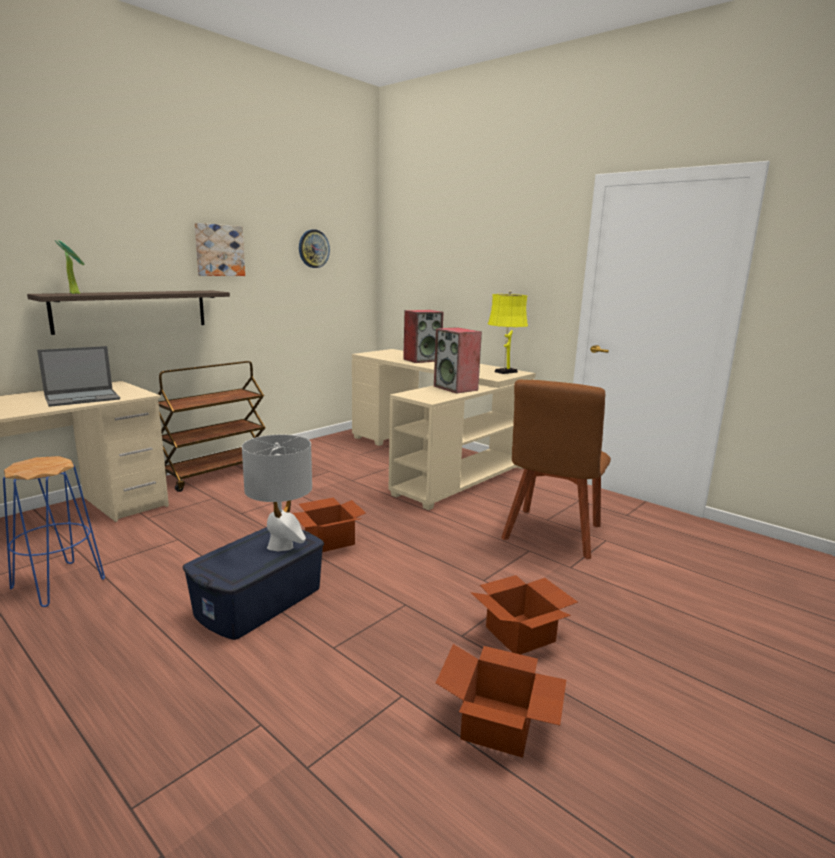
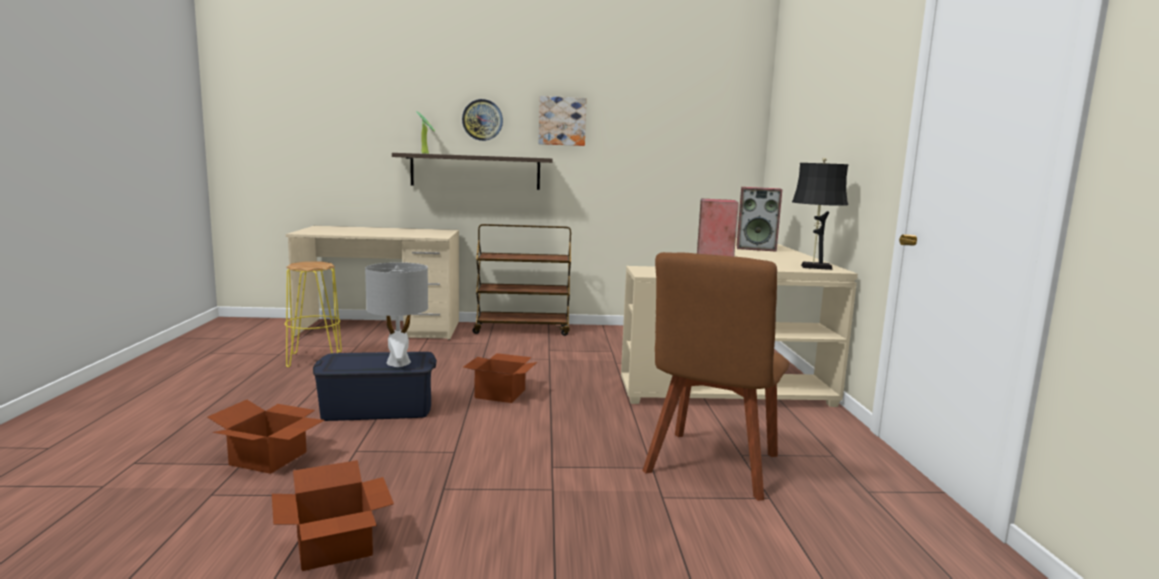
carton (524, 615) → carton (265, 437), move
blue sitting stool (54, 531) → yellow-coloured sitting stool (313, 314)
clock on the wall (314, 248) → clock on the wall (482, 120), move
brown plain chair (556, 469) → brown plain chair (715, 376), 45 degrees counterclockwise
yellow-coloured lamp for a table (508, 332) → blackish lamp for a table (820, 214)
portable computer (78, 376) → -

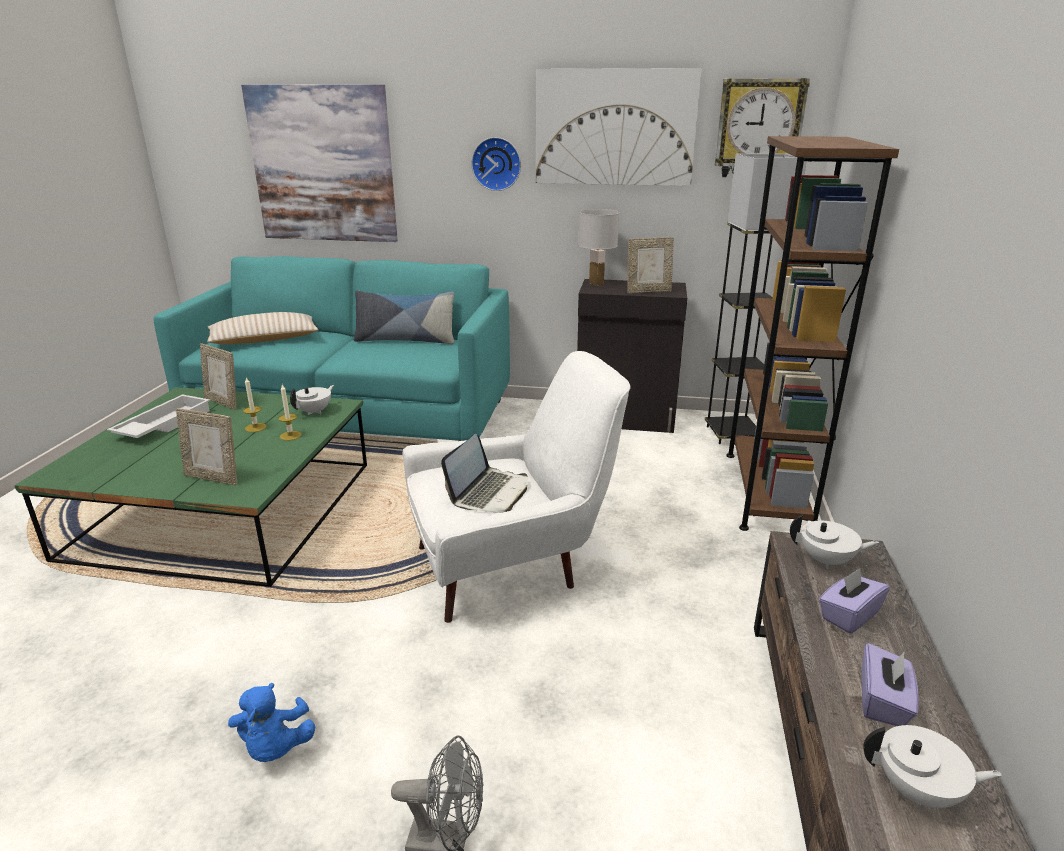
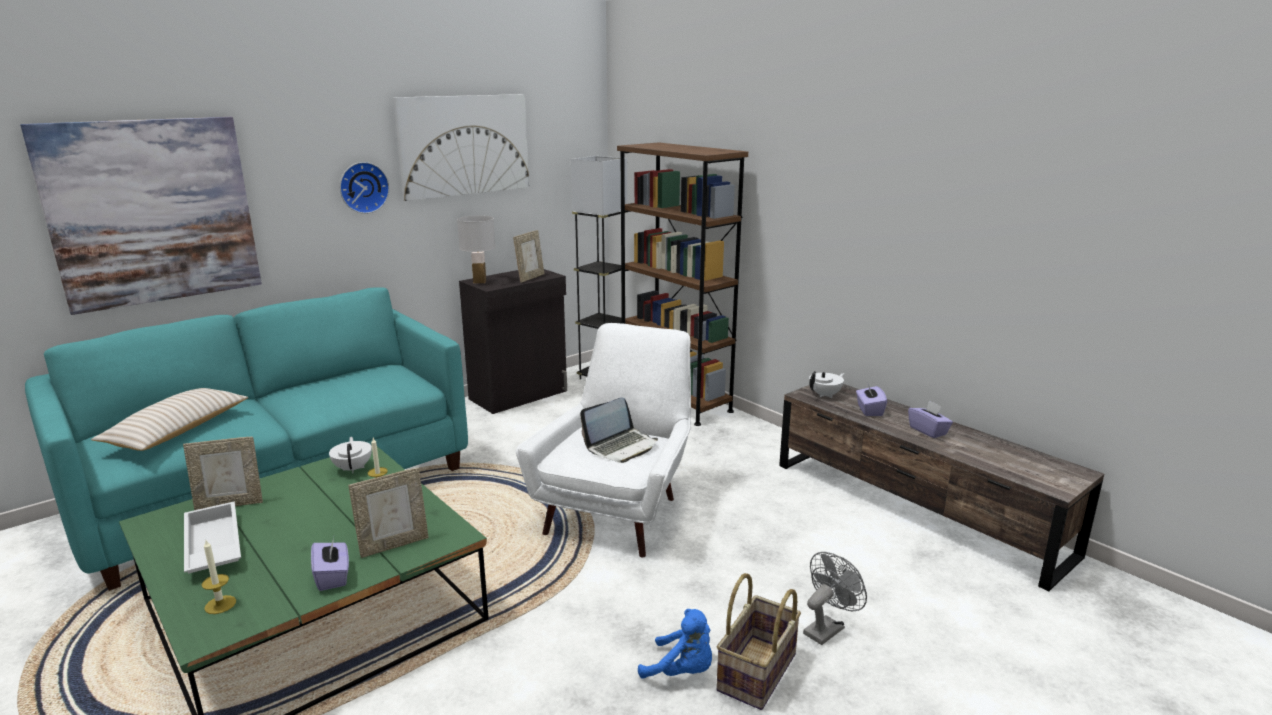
wax light (254, 404) → wax light (218, 577), move
- → purplish box of tissues (330, 564)
portable computer (484, 473) → portable computer (619, 430), 75 degrees clockwise
- → basket (758, 641)
pillow (403, 317) → -
clock on the wall (762, 127) → -
white-coloured teapot (932, 767) → -

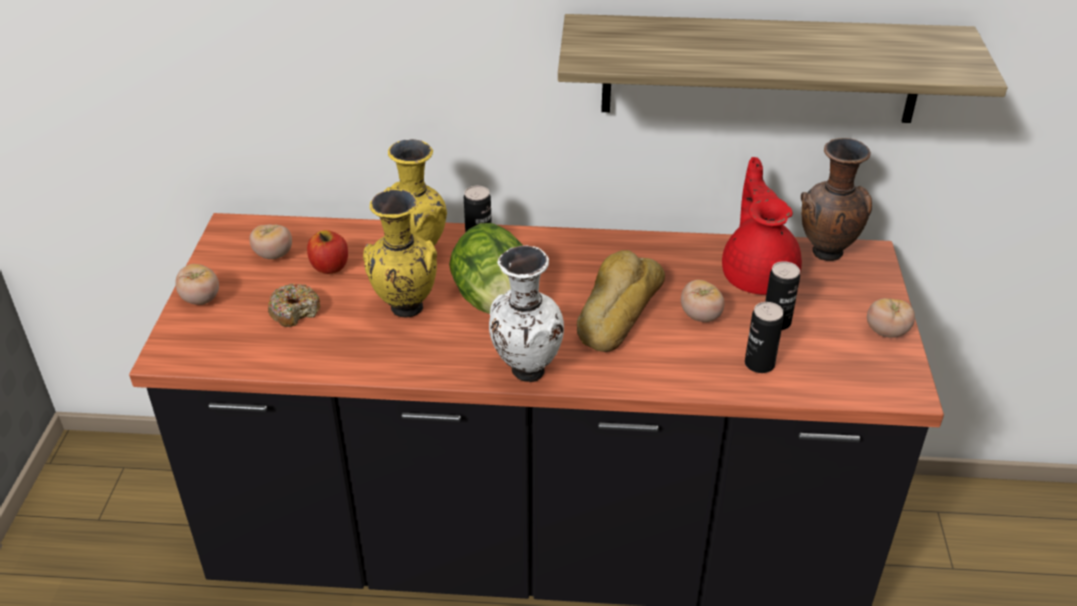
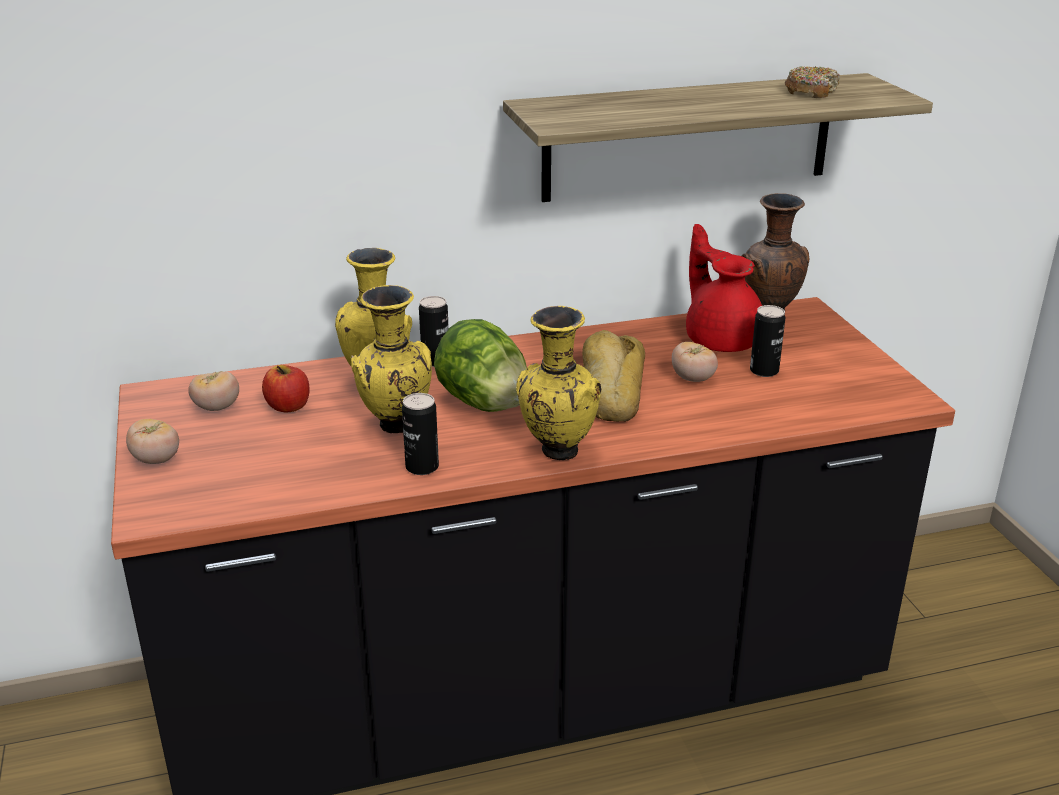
metal can (764, 337) → metal can (420, 434), move
white-coloured flower vase (526, 314) → yellow-coloured flower vase (558, 383)
donut (294, 305) → donut (812, 82), move
tomato (891, 318) → -

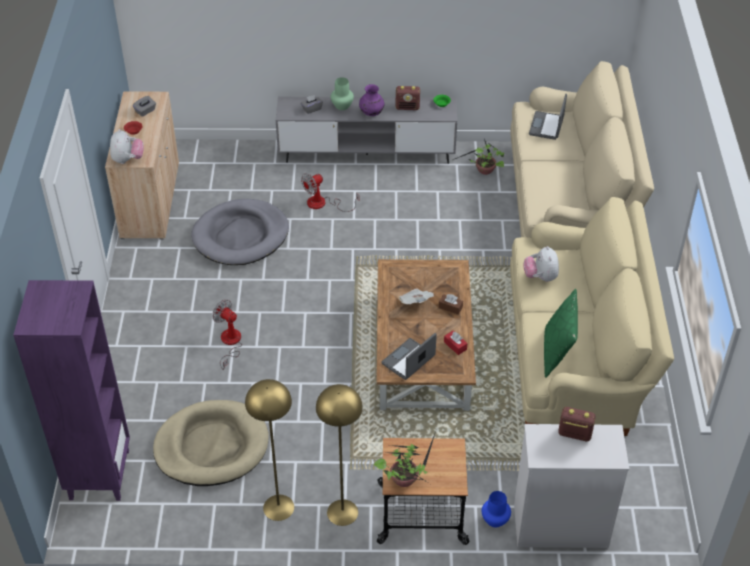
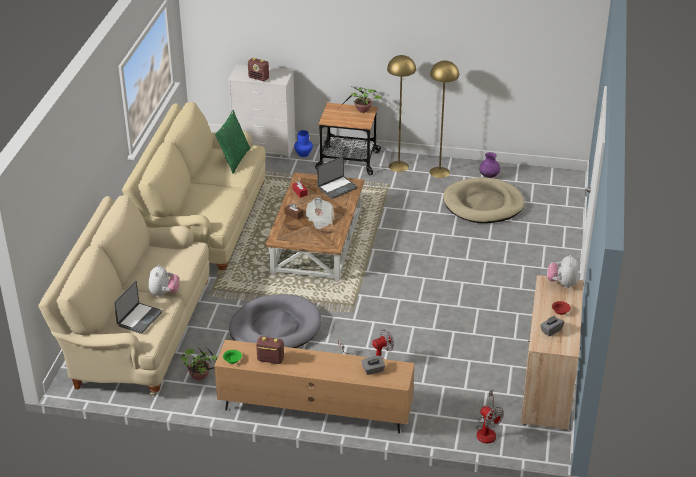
plush toy (541, 264) → plush toy (164, 280), move
grey tv unit (366, 130) → brown tv unit (314, 386)
grey dog cushion (240, 232) → grey dog cushion (275, 321), move
cooling fan (227, 335) → cooling fan (490, 416), move
purplish flower vase (372, 100) → purplish flower vase (489, 165), move
purplish bookcase (71, 390) → -
green flower vase (342, 93) → -

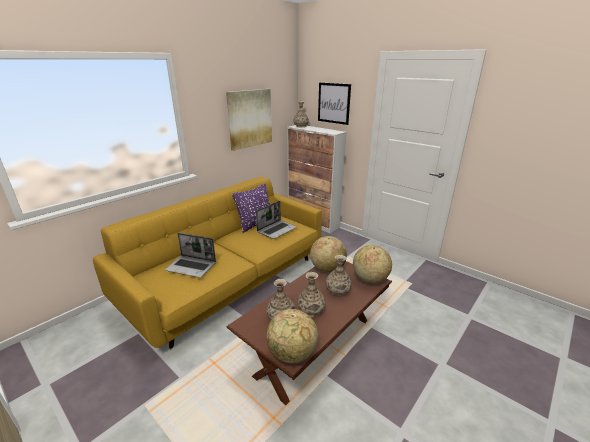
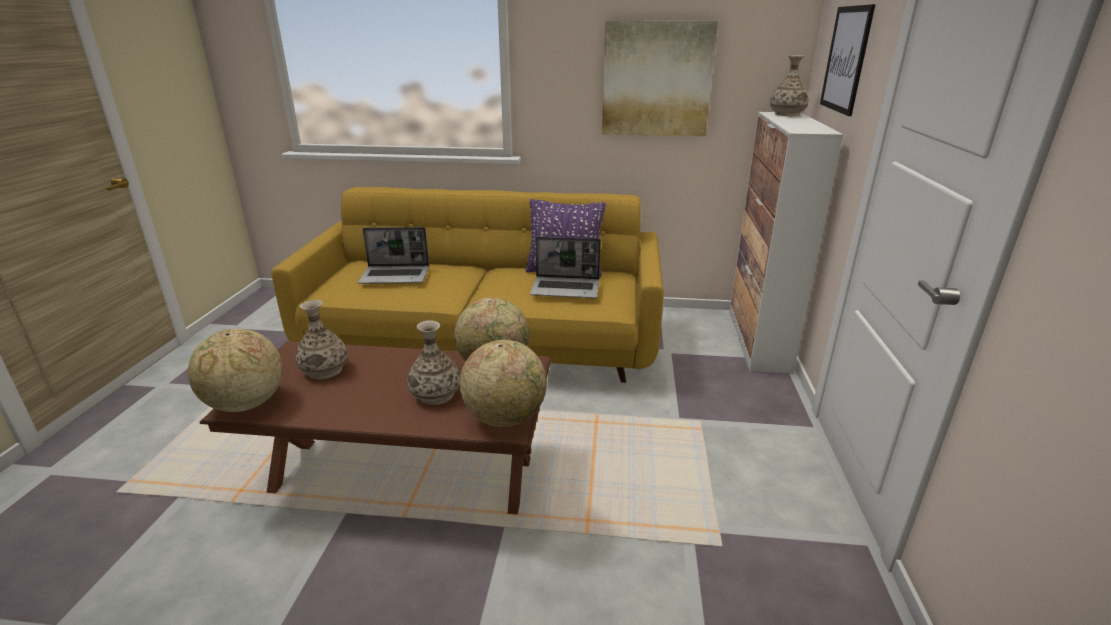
portable computer (190, 255) → portable computer (393, 255), 75 degrees counterclockwise
flower vase (311, 294) → -

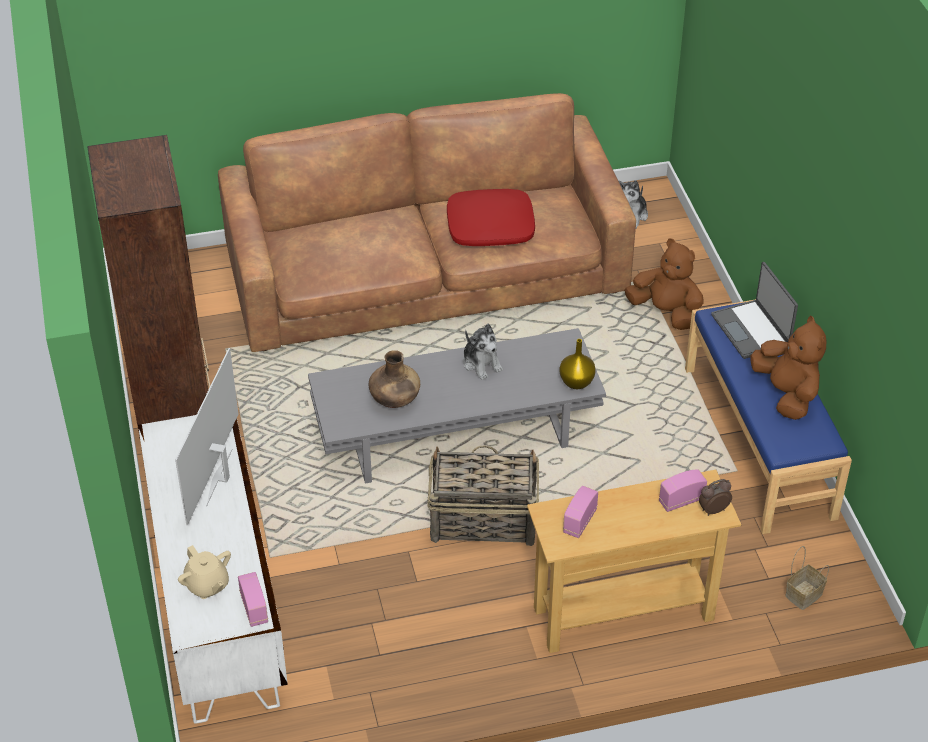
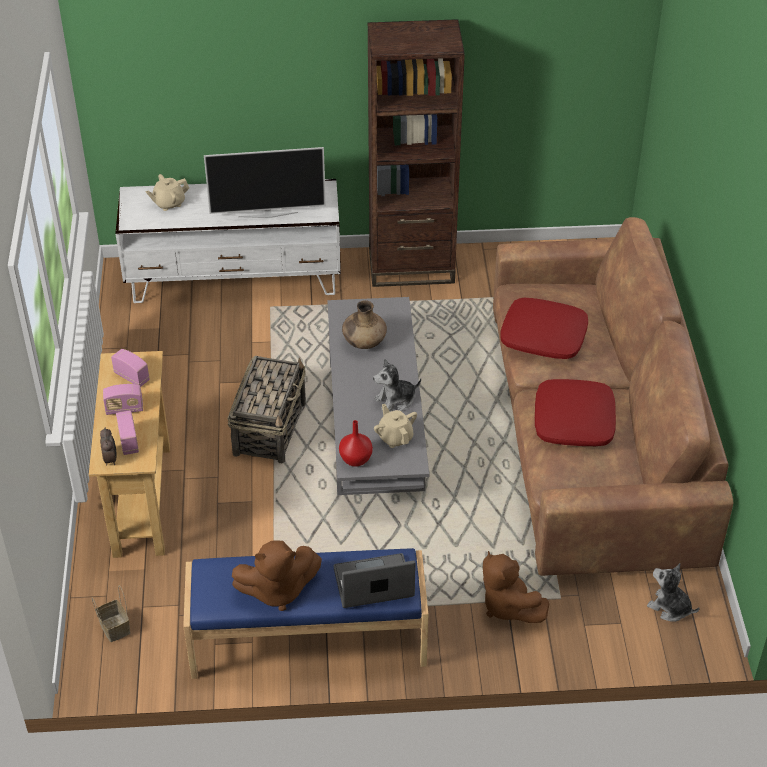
radio receiver (253, 599) → radio receiver (123, 399), move
TV set (206, 436) → TV set (265, 182), 150 degrees clockwise
yellow-coloured flower vase (578, 364) → red-coloured flower vase (356, 443)
- → beige-coloured teapot (395, 426)
brown plush toy (664, 284) → brown plush toy (516, 587), 105 degrees clockwise
- → red-coloured pillow (544, 328)

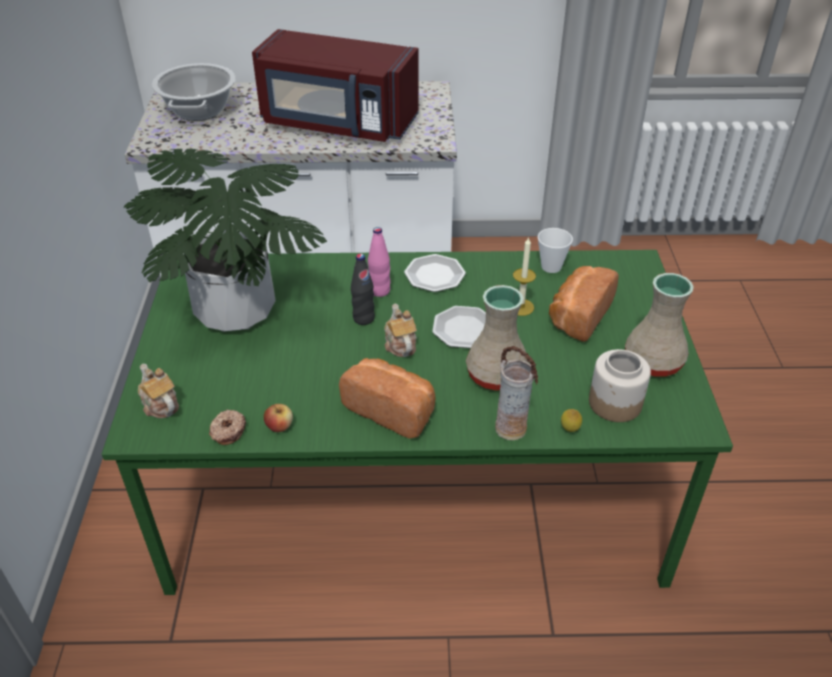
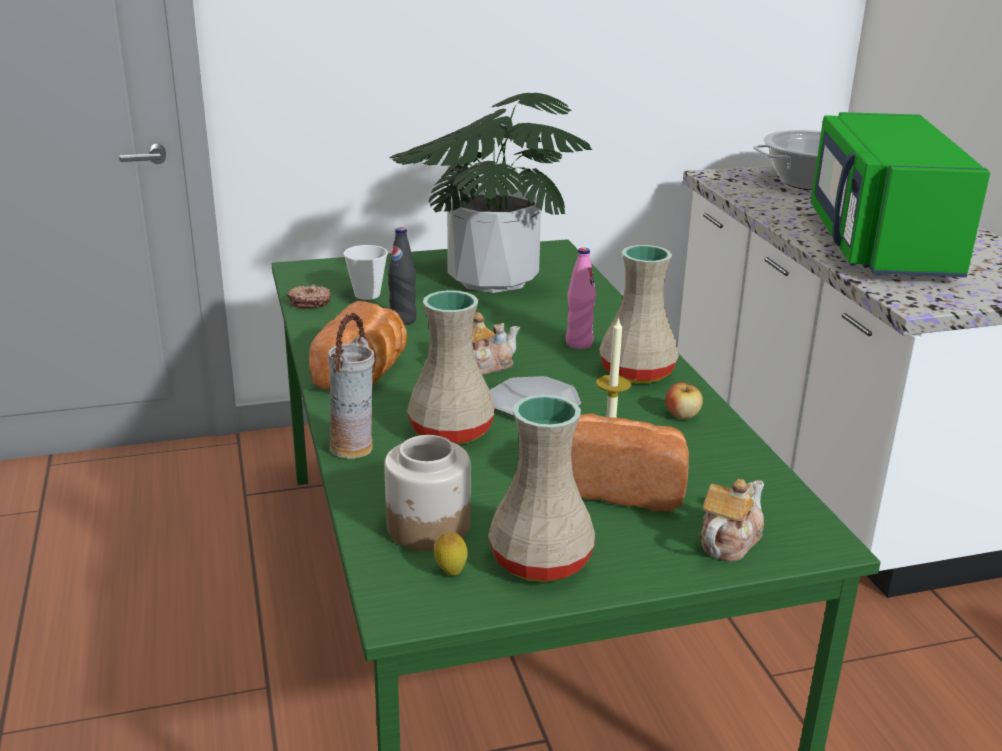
drinking cup (555, 250) → drinking cup (365, 272), move
blackish beverage bottle (363, 289) → blackish beverage bottle (402, 276), move
citrus fruit (571, 420) → citrus fruit (451, 553), move
flat dish (435, 273) → beige-coloured flower vase (639, 314)
whole apple (278, 418) → whole apple (684, 400), move
teapot (158, 391) → teapot (731, 520), move
red-coloured microwave oven (335, 85) → green microwave oven (900, 194)

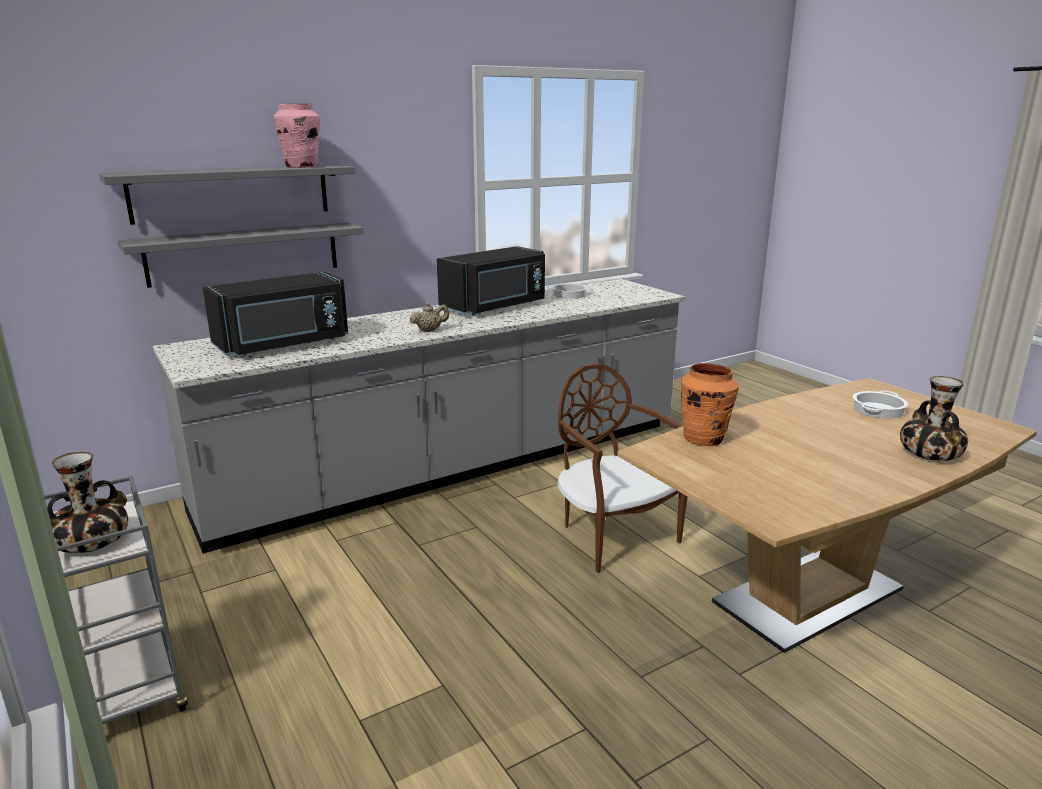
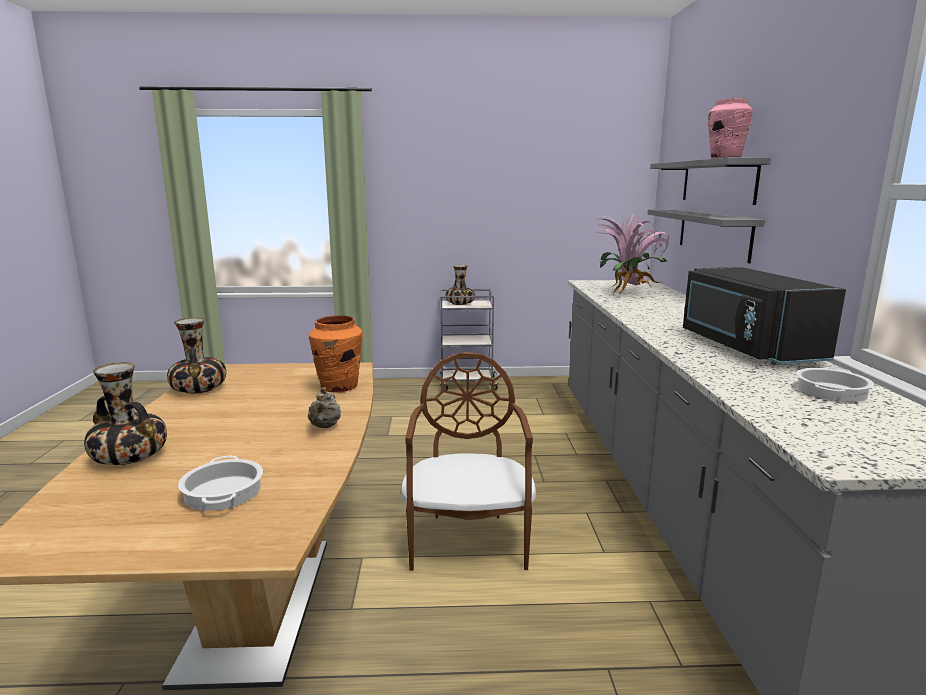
- → flower vase (196, 355)
beige-coloured teapot (429, 317) → beige-coloured teapot (324, 407), move
brown plain chair (622, 468) → brown plain chair (468, 461), 90 degrees counterclockwise
blackish microwave oven (275, 314) → plant in a pot (632, 253)

